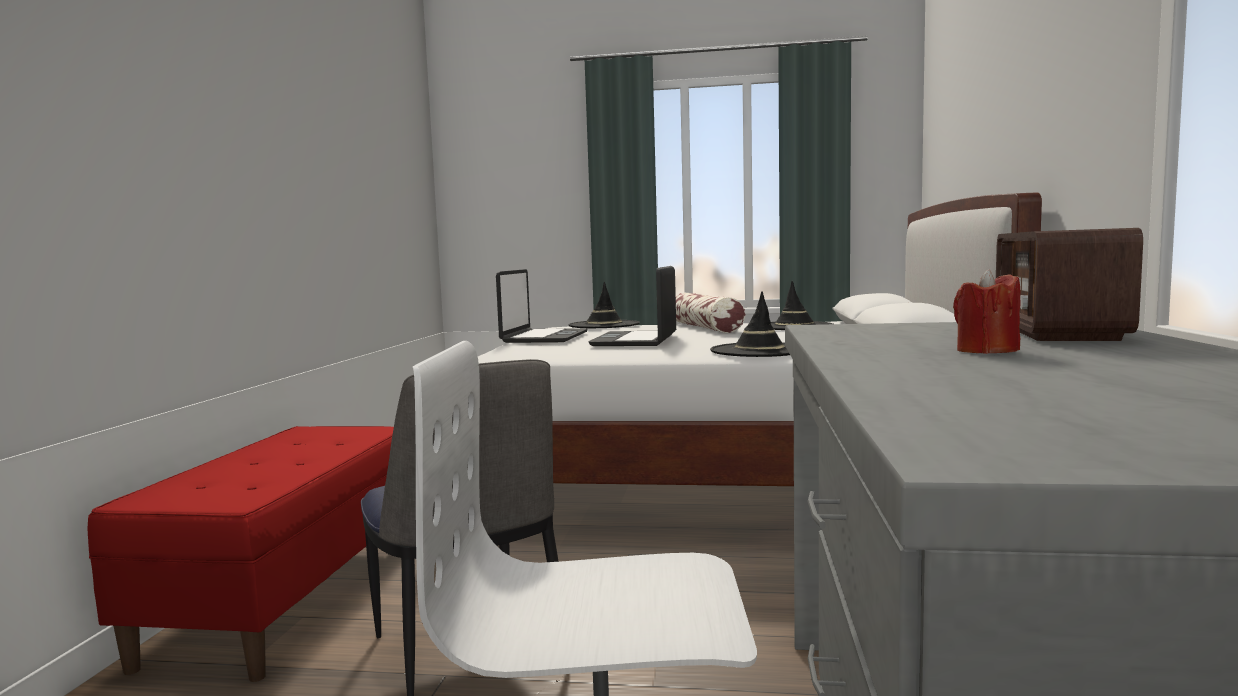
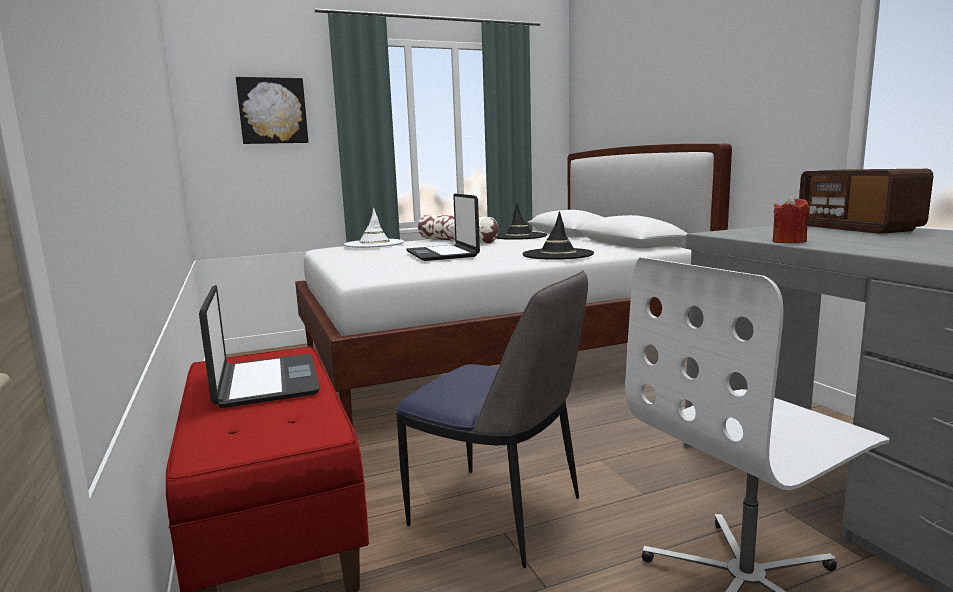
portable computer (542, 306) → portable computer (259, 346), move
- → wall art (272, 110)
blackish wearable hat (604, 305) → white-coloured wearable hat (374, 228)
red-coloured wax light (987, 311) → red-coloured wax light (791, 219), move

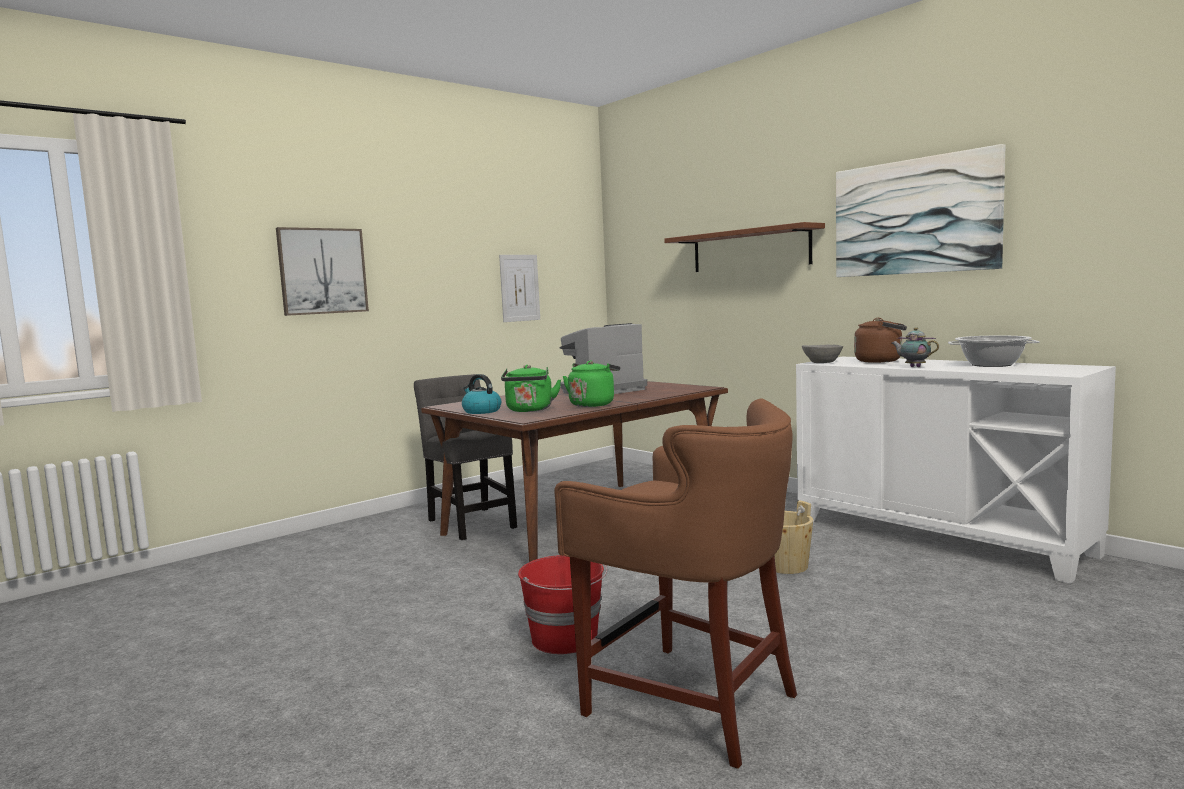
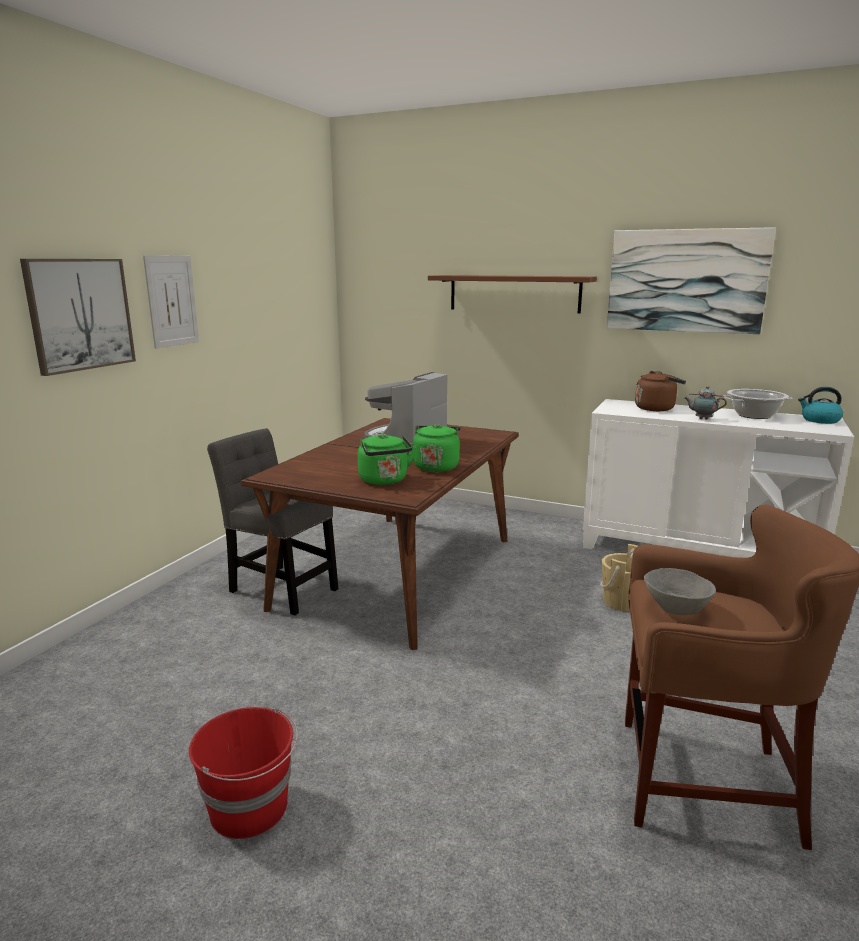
wall art (519, 288) → wall art (171, 302), move
red-coloured bucket (562, 604) → red-coloured bucket (243, 773), move
grey serving bowl (822, 354) → grey serving bowl (680, 591), move
tea kettle (481, 394) → tea kettle (820, 405), move

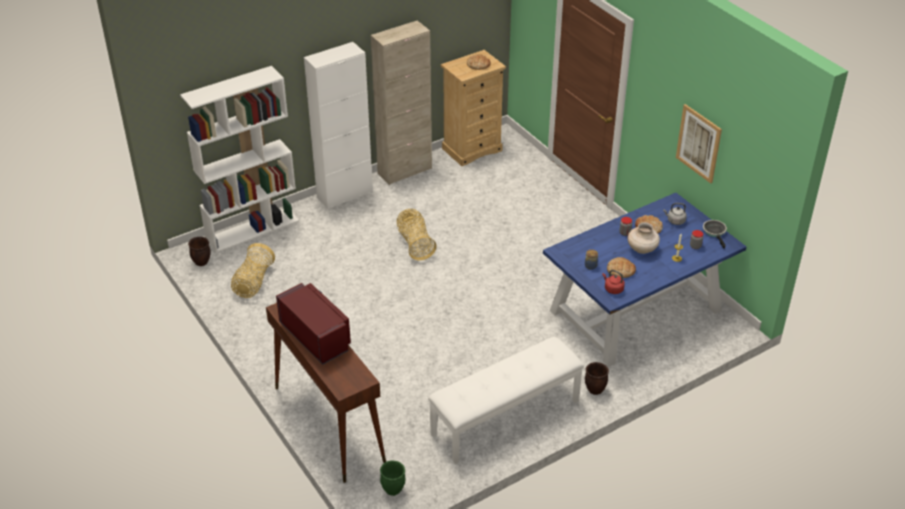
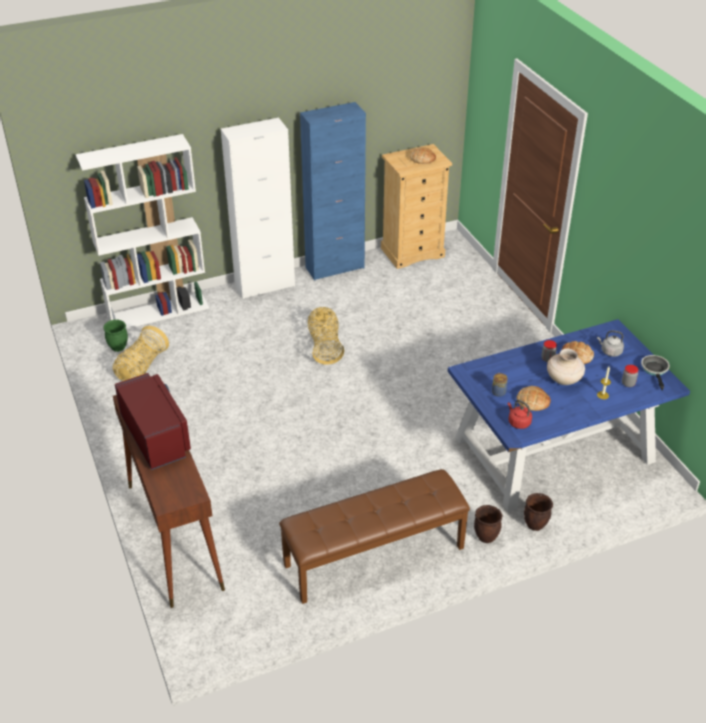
green plant pot (393, 478) → green plant pot (115, 336), move
white-coloured bench (506, 400) → brown bench (374, 536)
beige-coloured storage cabinet (401, 103) → blue storage cabinet (333, 191)
brown plant pot (199, 251) → brown plant pot (538, 512), move
wall art (699, 143) → -

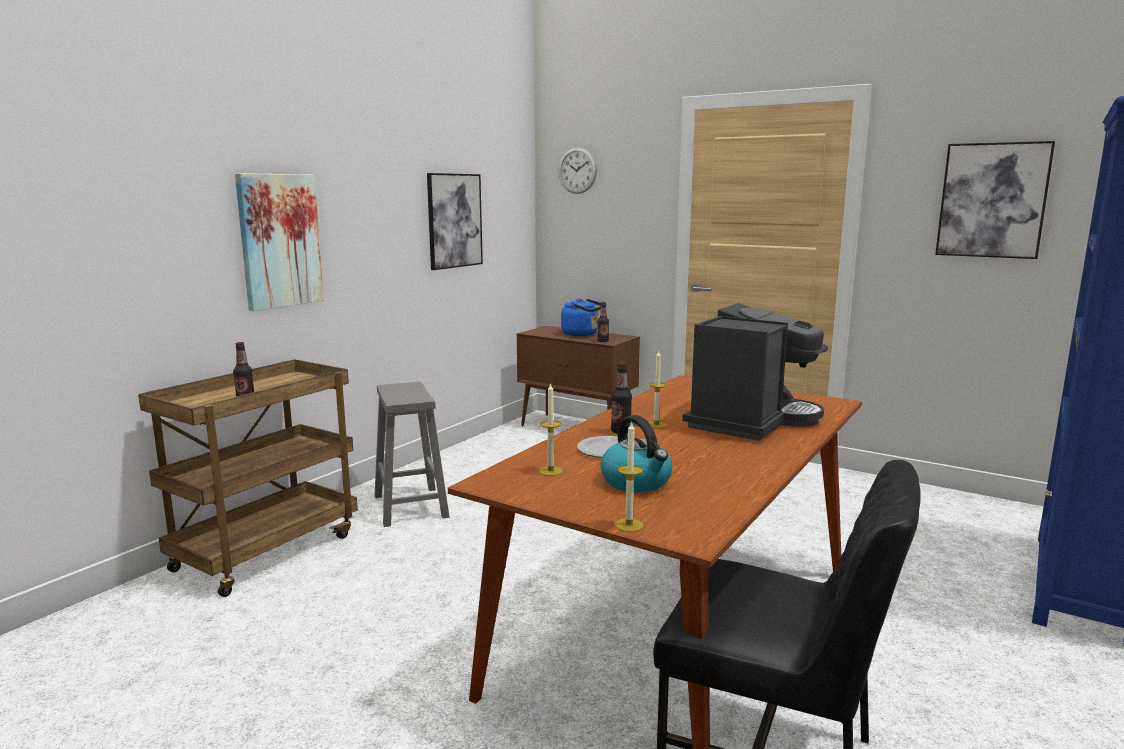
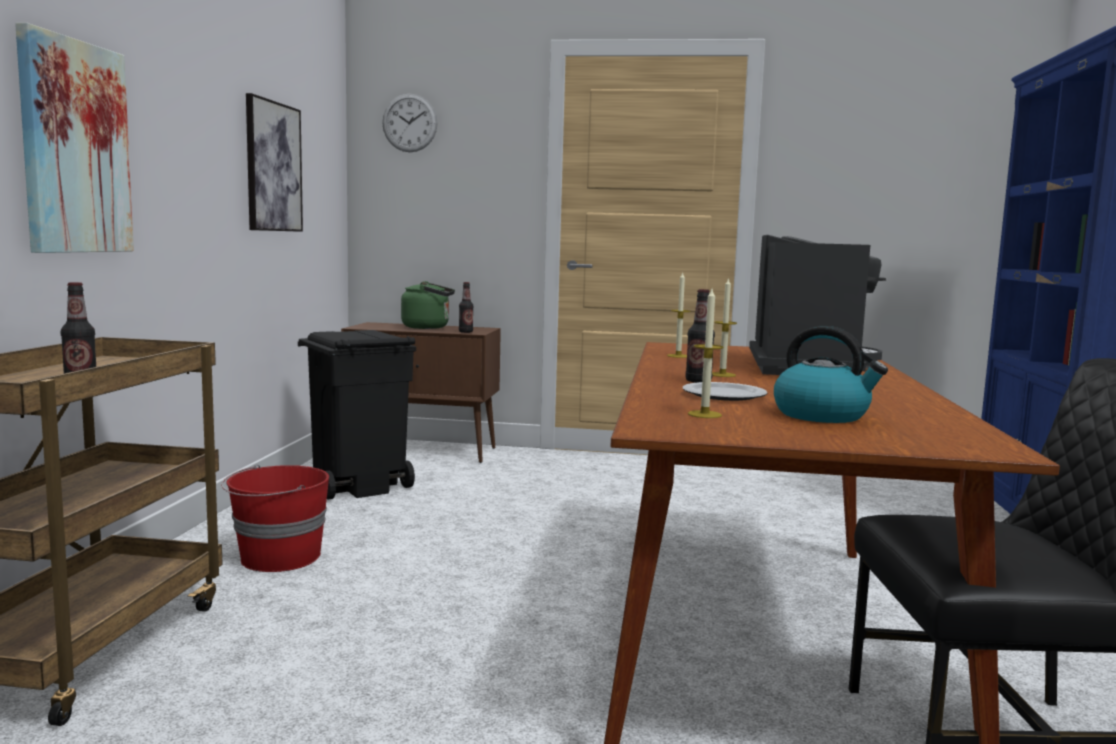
grey sitting stool (411, 454) → red-coloured bucket (275, 518)
- → blackish rubbish bin (357, 415)
blue tea kettle (581, 317) → green tea kettle (428, 305)
wax light (629, 476) → wax light (678, 314), move
wall art (995, 200) → -

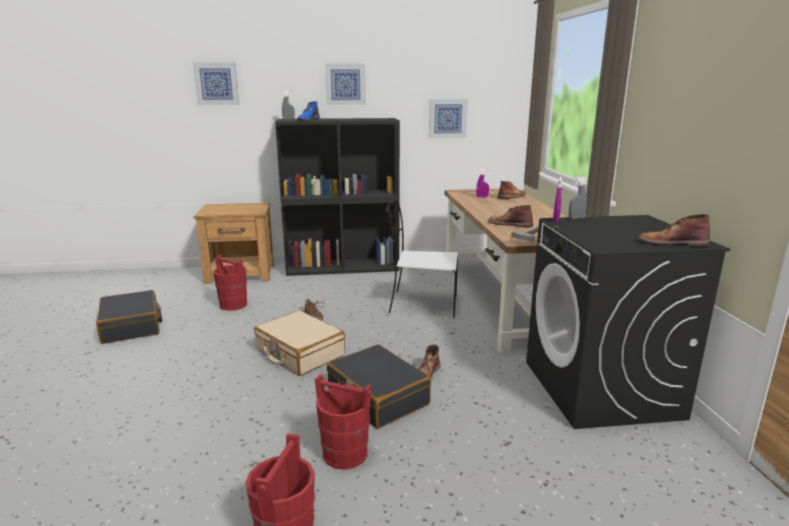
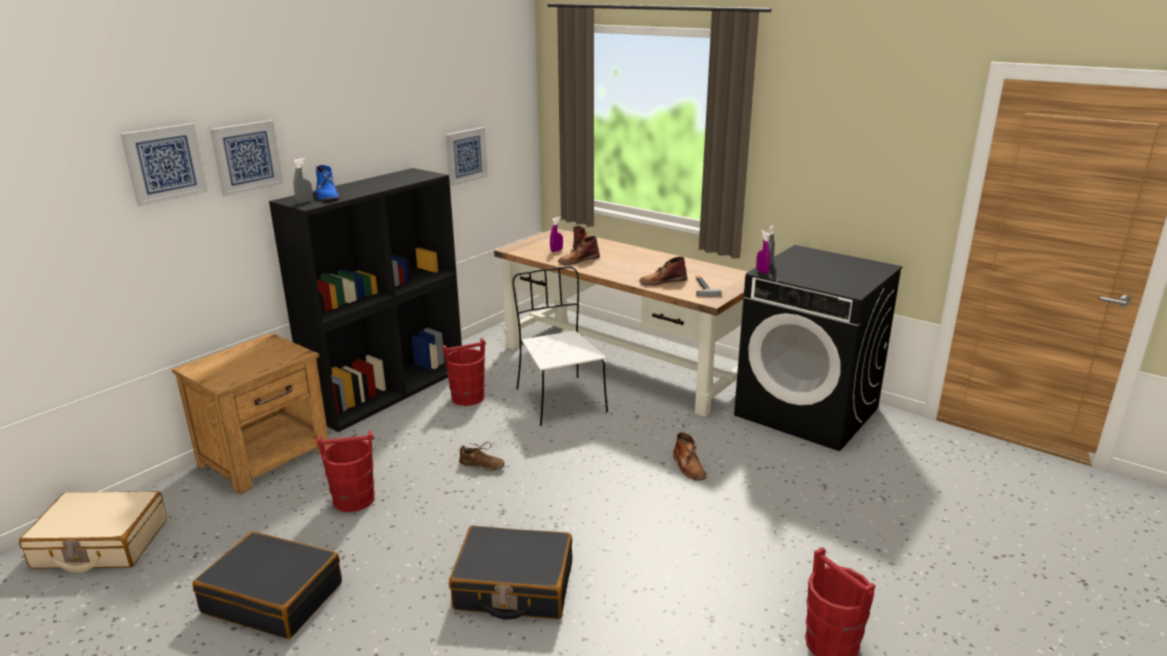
beige-coloured piece of luggage (299, 343) → beige-coloured piece of luggage (93, 531), move
wall art (345, 84) → wall art (246, 158), move
red-coloured bucket (343, 422) → red-coloured bucket (464, 372), move
blackish piece of luggage (379, 386) → blackish piece of luggage (510, 572), move
white-coloured plain chair (422, 259) → white-coloured plain chair (560, 346), 105 degrees clockwise
brown boot (674, 230) → brown boot (579, 250), move

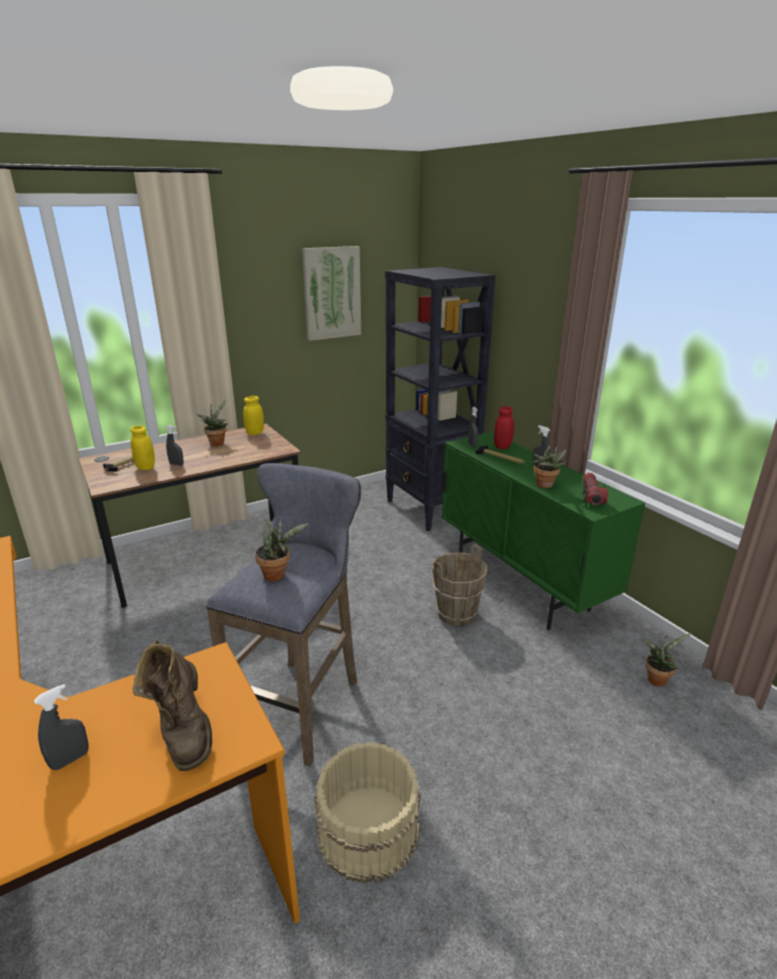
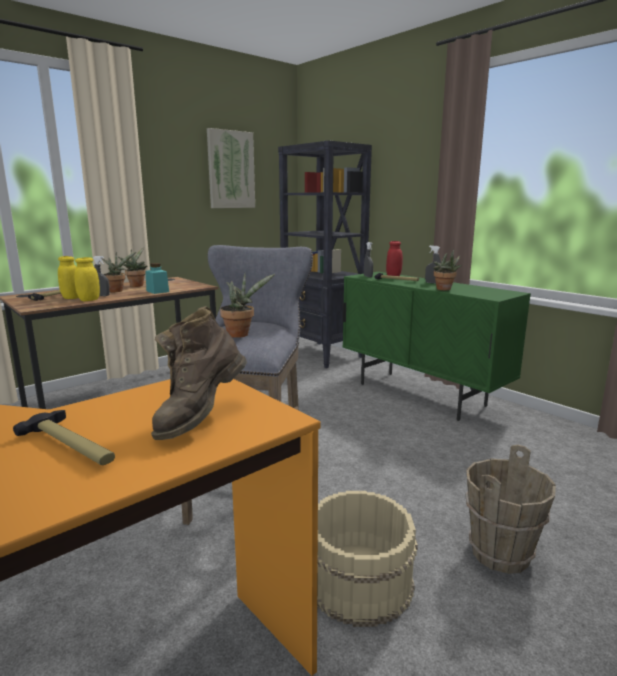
grey spray bottle (61, 727) → tool hammer (64, 437)
yellow-coloured jar (253, 415) → yellow-coloured jar (87, 279), move
plant in a pot (667, 659) → plant in a pot (119, 271), move
- → turquoise jar (157, 278)
brown boot (172, 706) → brown boot (199, 373), 60 degrees clockwise
brown bucket (460, 585) → brown bucket (510, 509), move
torch (595, 489) → -

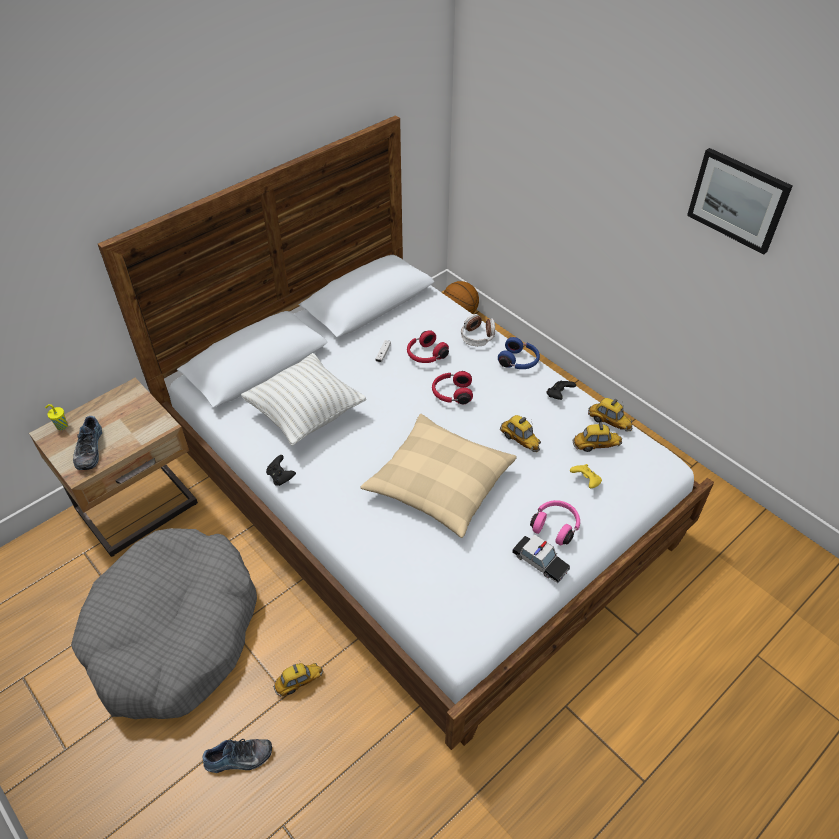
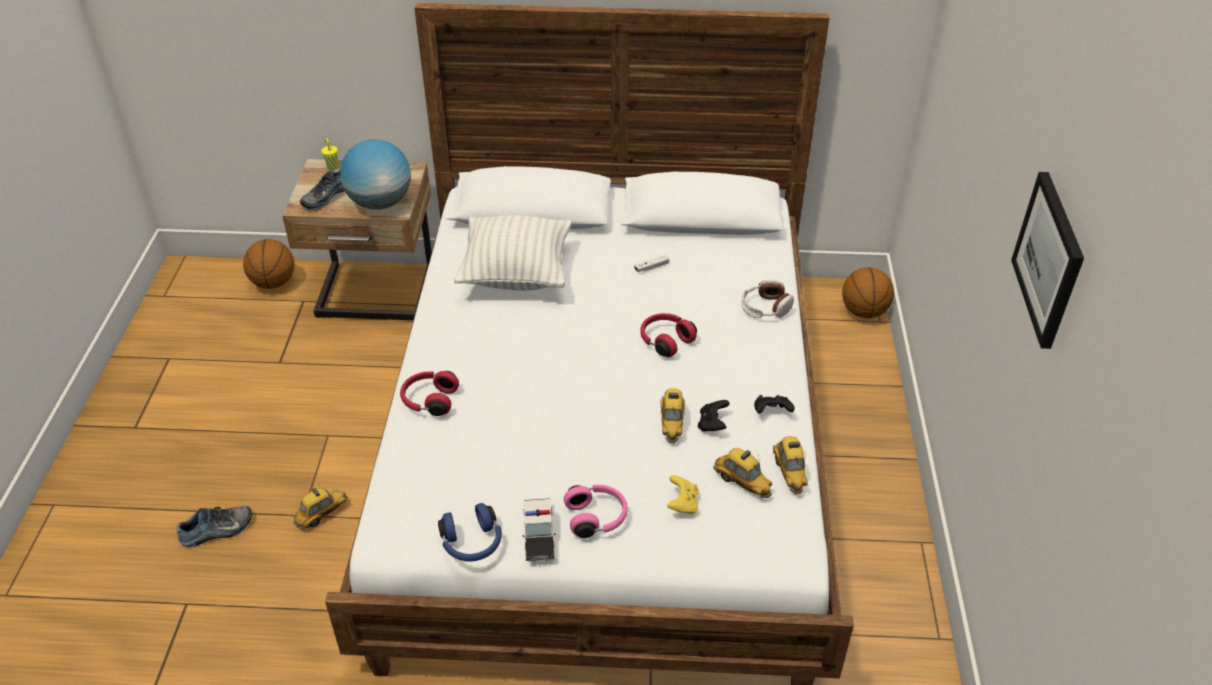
item of footwear (237, 756) → item of footwear (214, 526), 60 degrees counterclockwise
- → basketball (269, 264)
model car (298, 679) → model car (320, 507), 60 degrees counterclockwise
- → world globe (375, 174)
red-coloured headset (428, 346) → red-coloured headset (429, 393), move
blue headset (519, 353) → blue headset (470, 532), move
blackish gamepad (281, 470) → blackish gamepad (714, 416), move
grey dog cushion (164, 623) → -
beige-coloured pillow (439, 476) → -

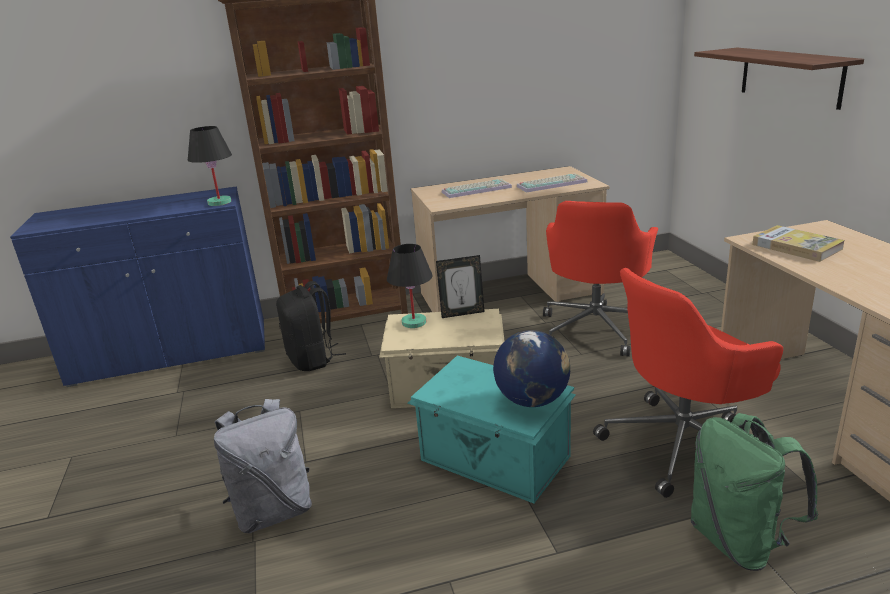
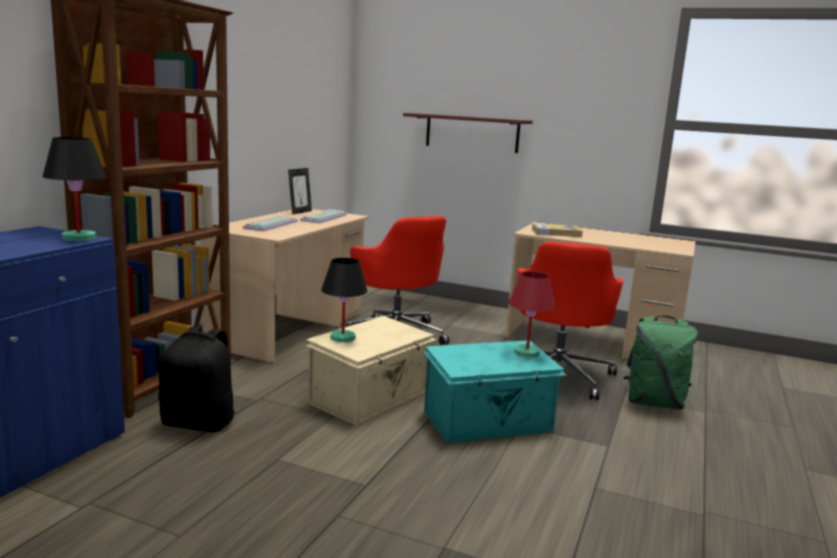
picture frame (460, 286) → picture frame (300, 191), move
world globe (531, 368) → red-coloured lamp for a table (531, 314)
grey backpack (263, 466) → -

